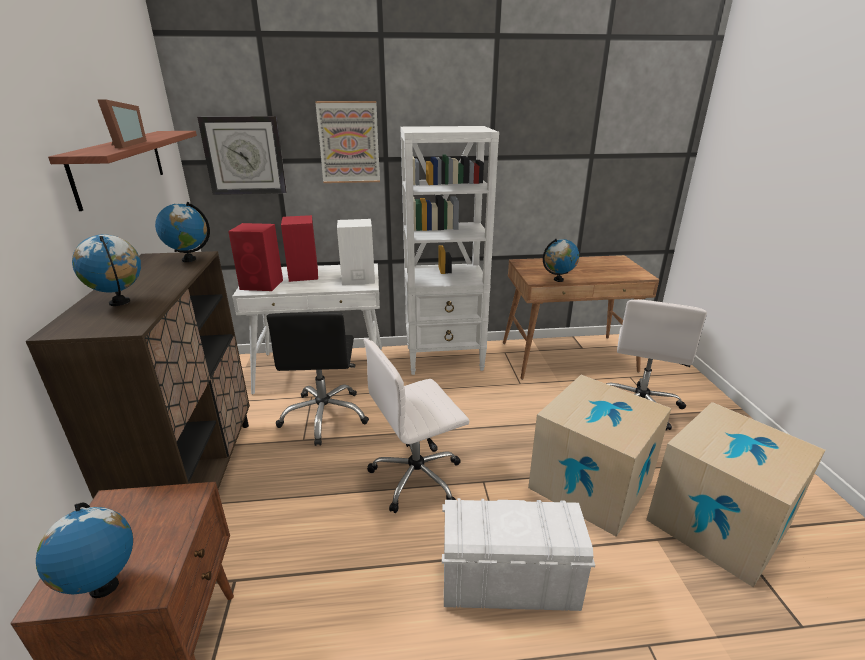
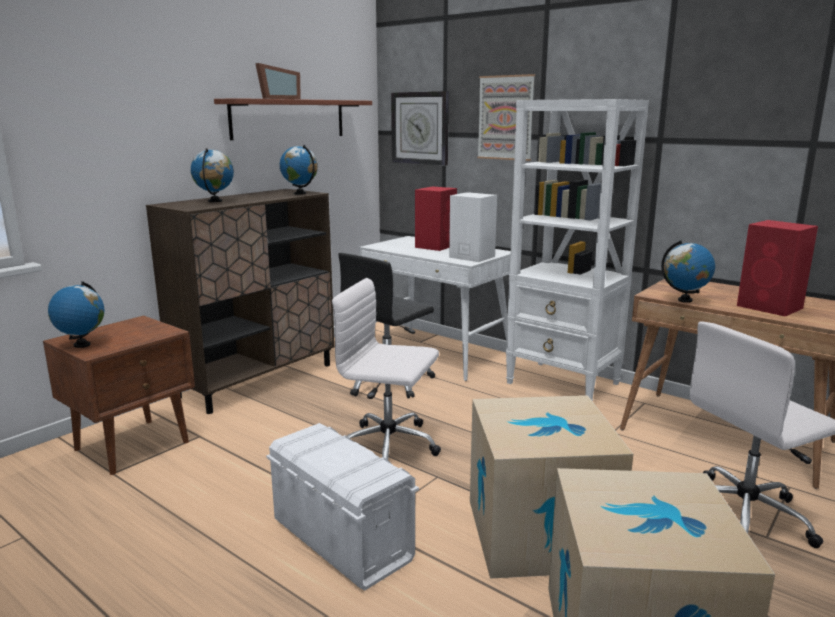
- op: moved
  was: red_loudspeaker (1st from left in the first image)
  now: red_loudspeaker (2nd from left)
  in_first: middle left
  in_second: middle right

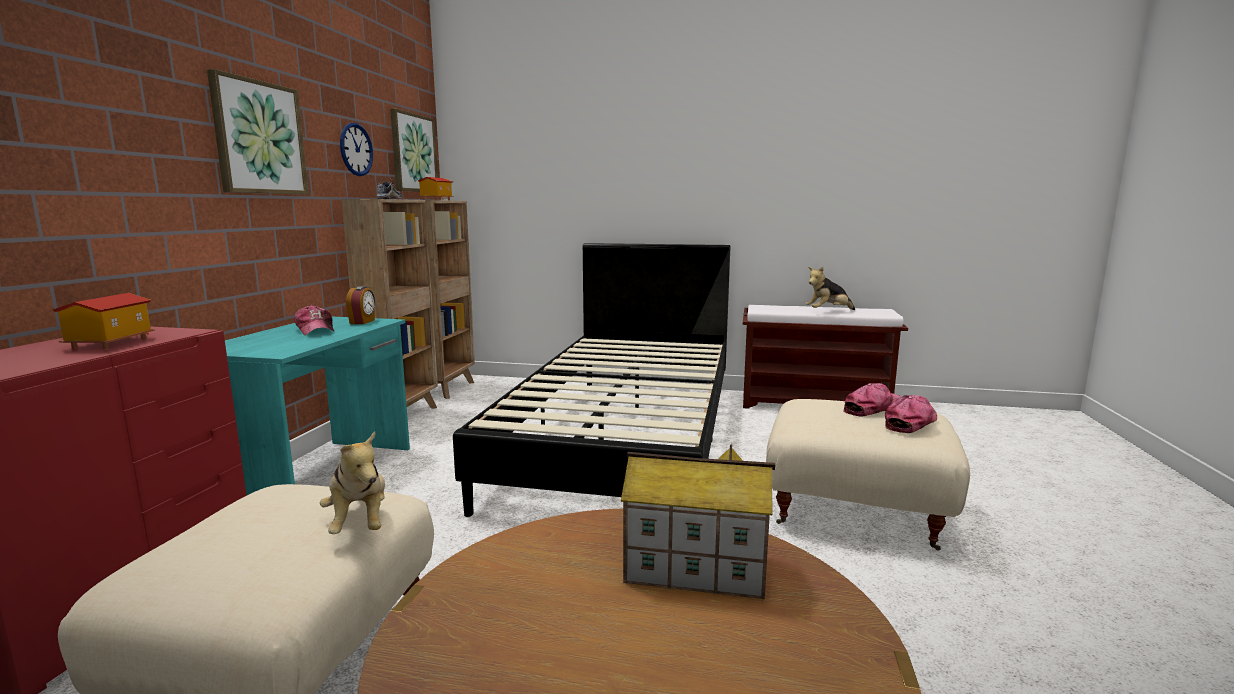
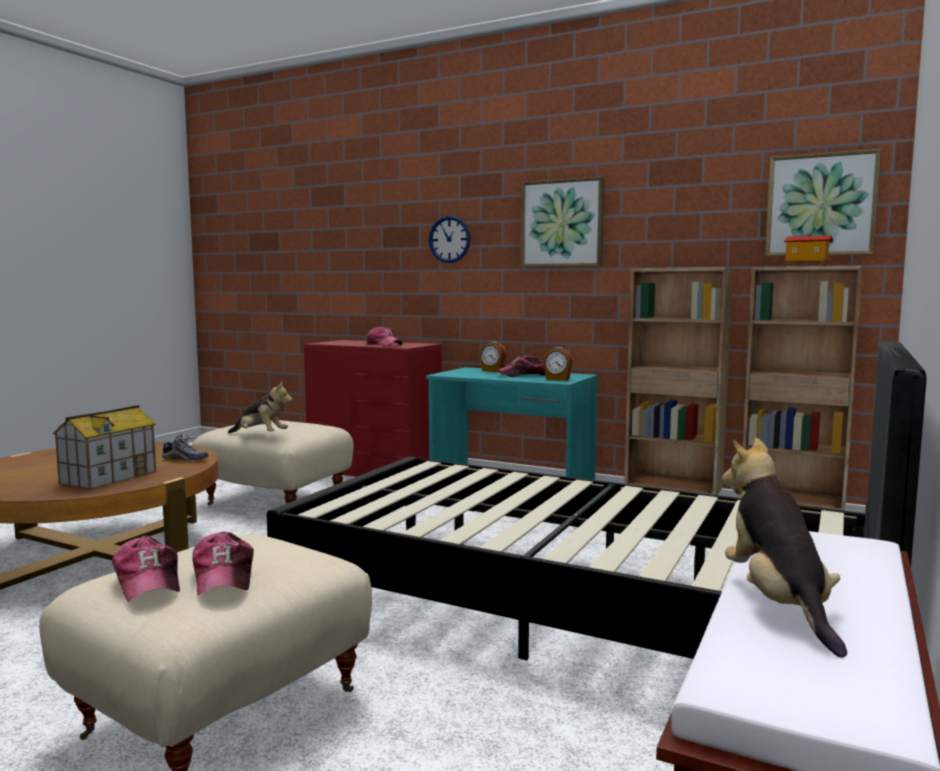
- op: added
  now: alarm_clock (1st from left)
  in_second: centre
- op: moved
  was: clock_on_the_wall
  in_first: top left
  in_second: top centre
- op: moved
  was: item_of_footwear
  in_first: top left
  in_second: middle left
- op: replaced
  was: model_house (1st from left)
  now: baseball_cap (3rd from left)
  in_first: middle left
  in_second: centre
- op: turned
  was: soft_toy (1st from left)
  in_first: bottom left
  in_second: middle left
  clockwise: -150

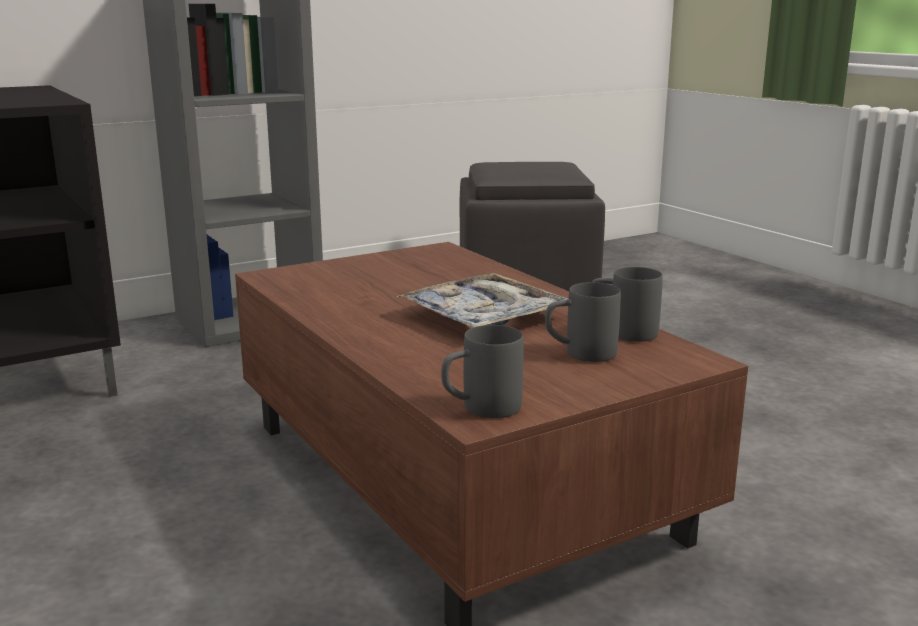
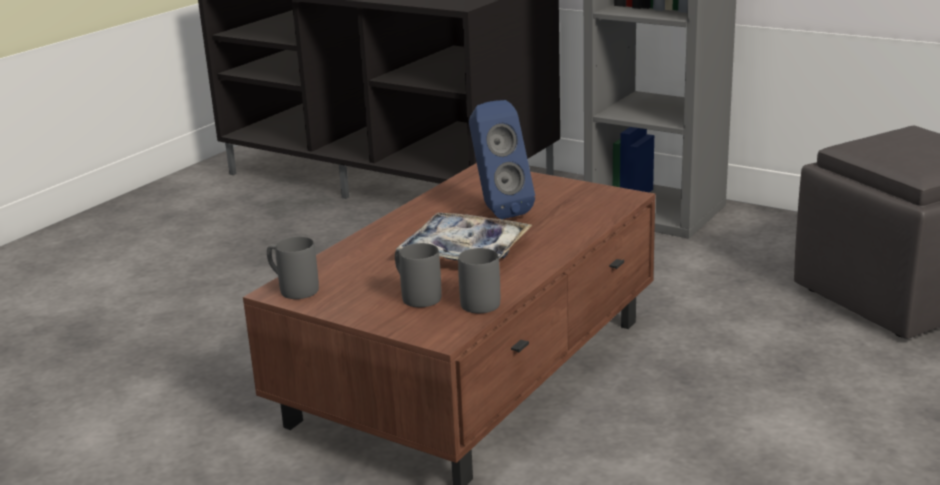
- op: added
  now: blue-coloured_loudspeaker
  in_second: top centre

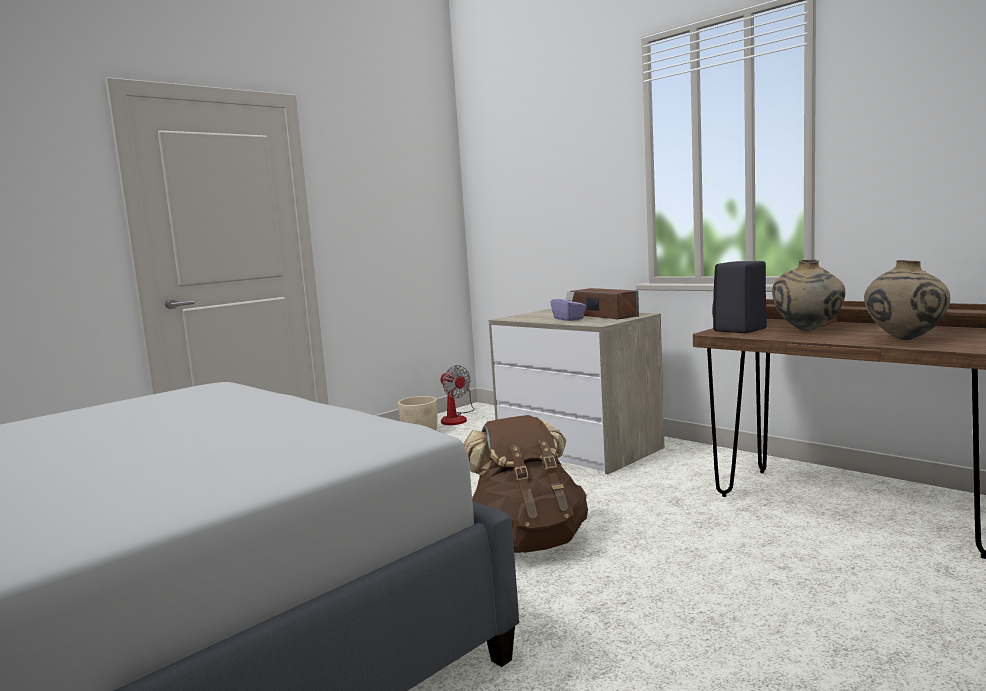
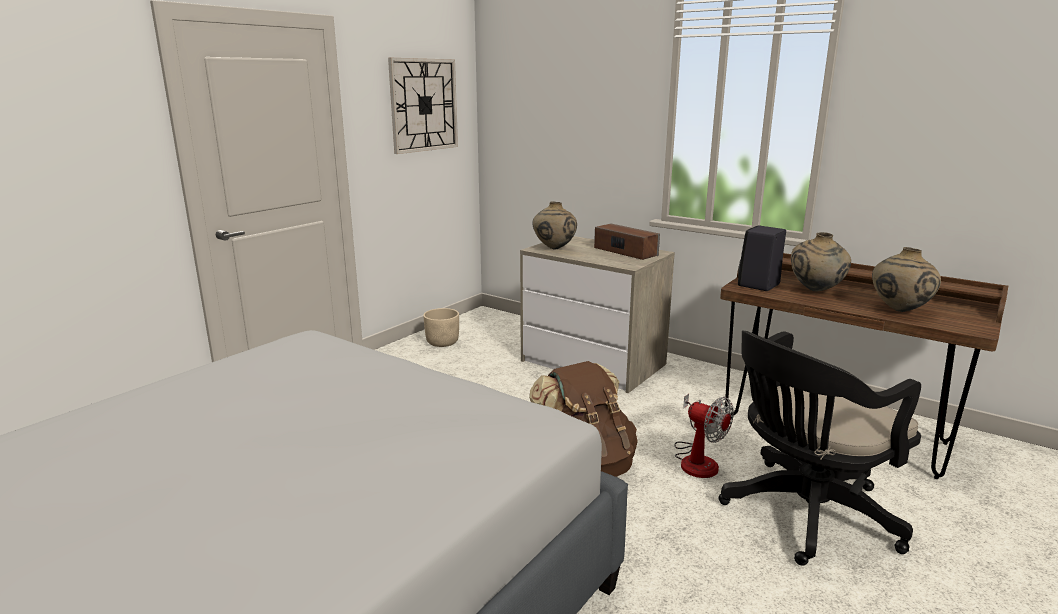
- op: removed
  was: purple-coloured_tissue_holder
  in_first: centre
- op: added
  now: clock_on_the_wall
  in_second: top centre
- op: added
  now: beige-coloured_vase (1st from left)
  in_second: centre
- op: added
  now: black-coloured_computer_chair
  in_second: bottom right
- op: moved
  was: fan
  in_first: centre
  in_second: bottom centre

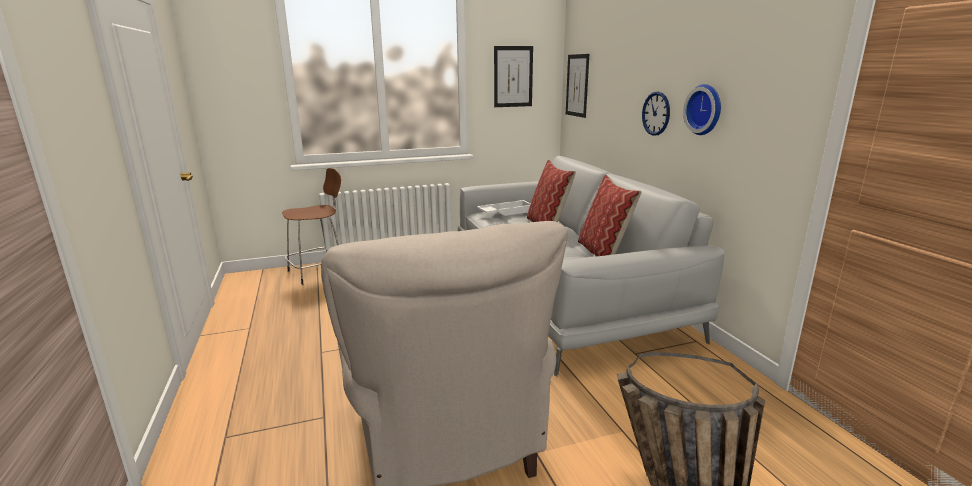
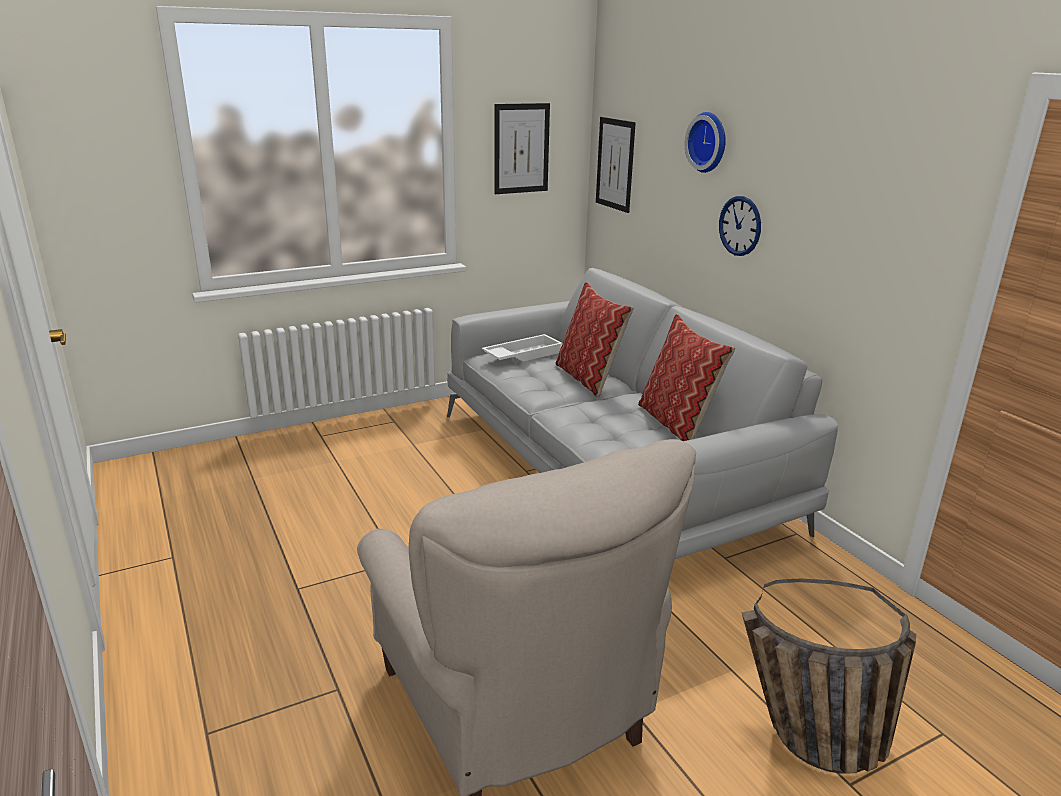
- op: removed
  was: brown-coloured_stool
  in_first: middle left
- op: moved
  was: clock_on_the_wall (2nd from left in the first image)
  now: clock_on_the_wall (1st from left)
  in_first: top right
  in_second: top centre

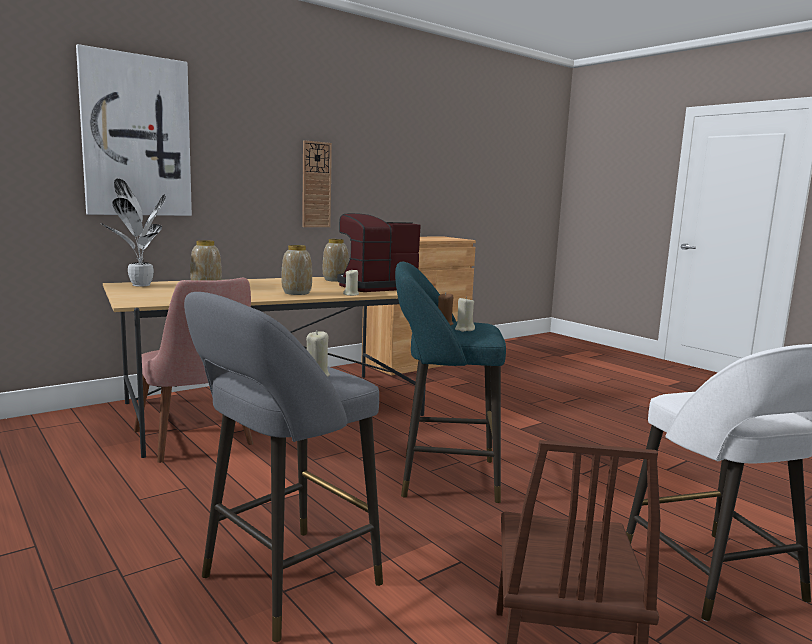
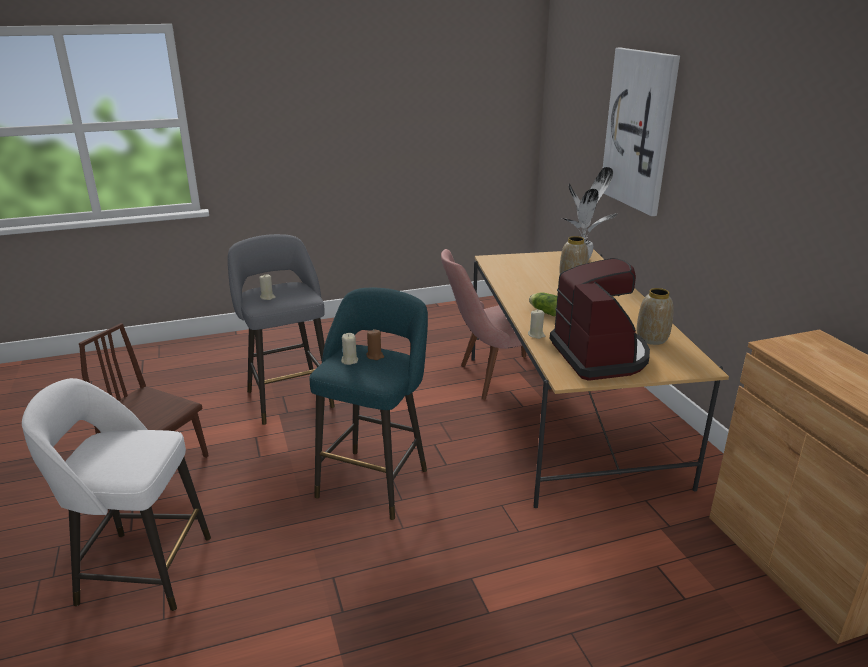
- op: removed
  was: clock_on_the_wall
  in_first: top centre
- op: replaced
  was: vase (2nd from left)
  now: lettuce
  in_first: centre
  in_second: centre

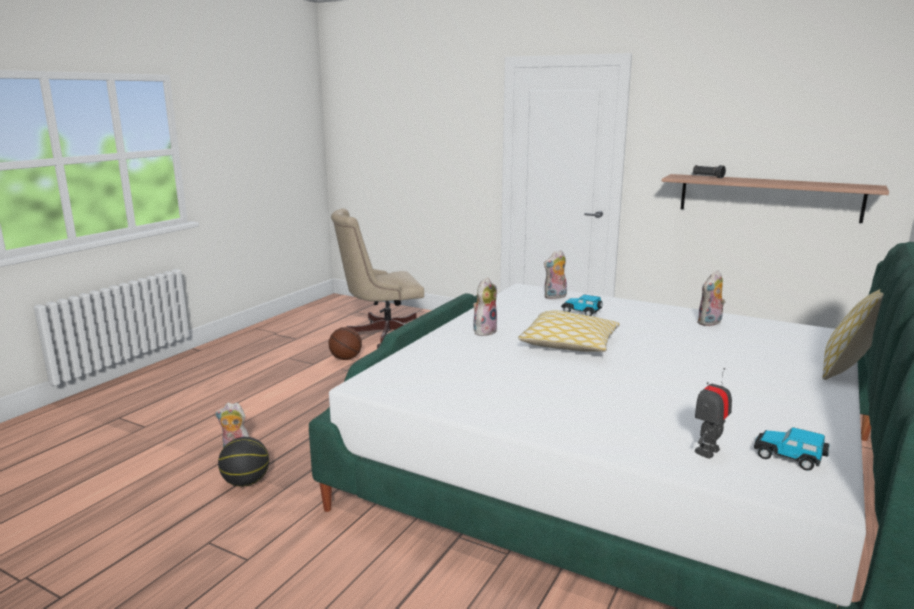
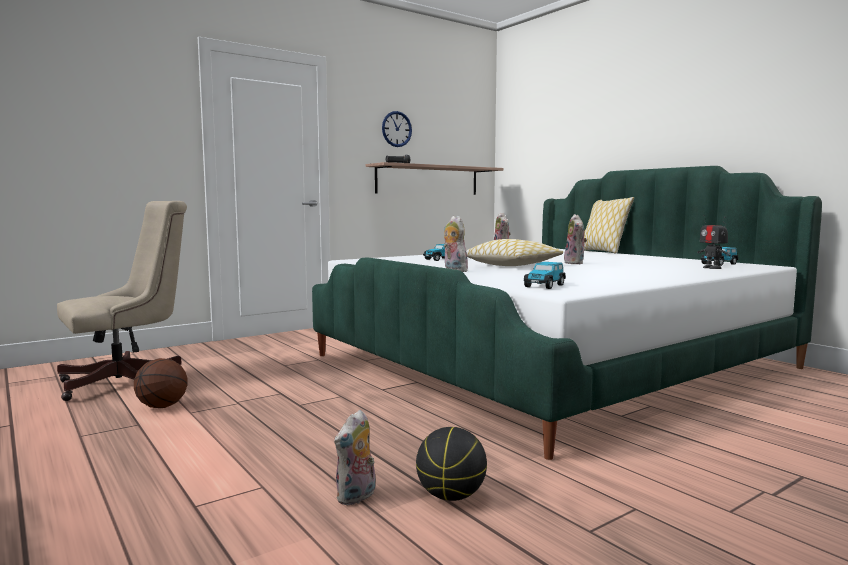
- op: added
  now: clock_on_the_wall
  in_second: top centre
- op: added
  now: miniature_car (2nd from left)
  in_second: centre
- op: moved
  was: soft_toy (3rd from left in the first image)
  now: soft_toy (4th from left)
  in_first: centre
  in_second: middle right
- op: turned
  was: beige-coloured_computer_chair
  in_first: centre
  in_second: middle left
  clockwise: -135

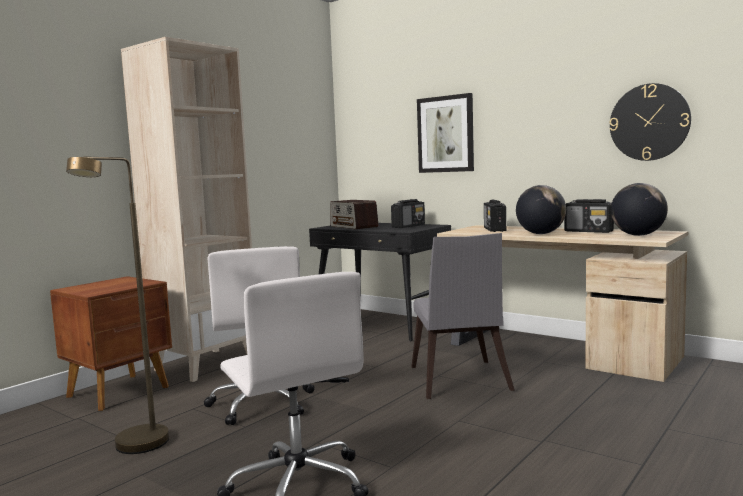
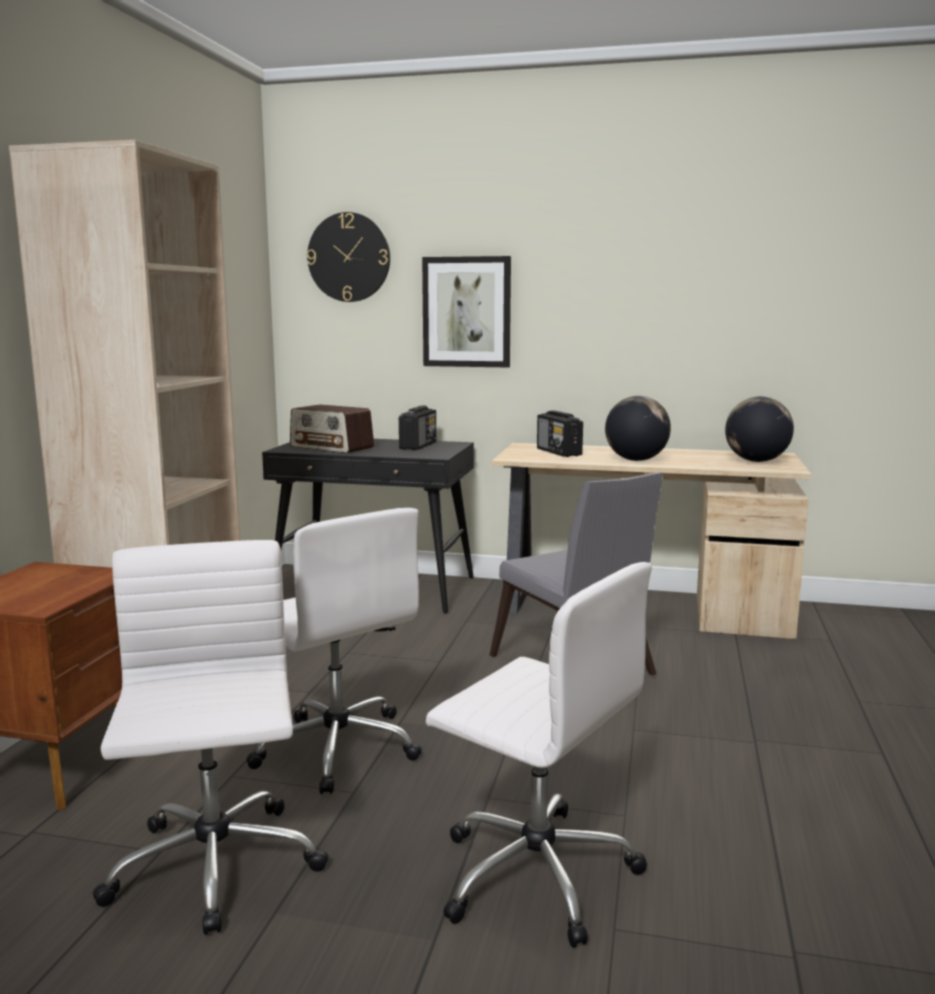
- op: removed
  was: radio_receiver (4th from left)
  in_first: middle right
- op: moved
  was: clock_on_the_wall
  in_first: top right
  in_second: top centre
- op: replaced
  was: brown-coloured_floor_lamp
  now: white-coloured_computer_chair (1st from left)
  in_first: middle left
  in_second: bottom left

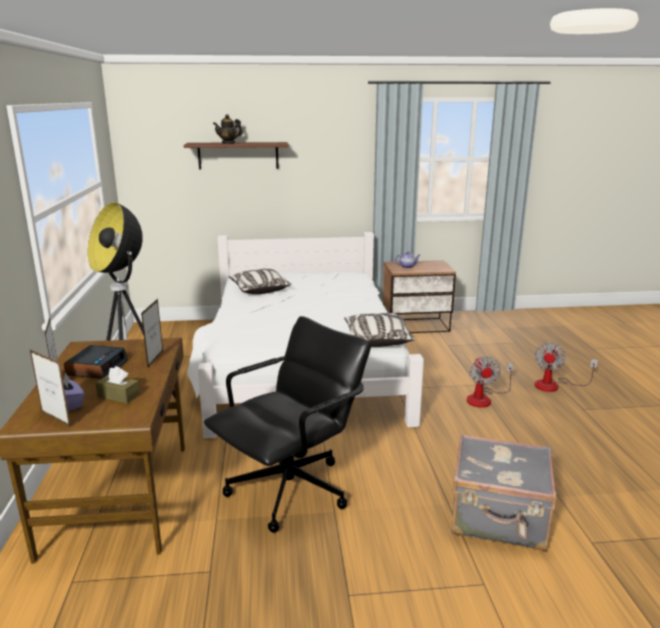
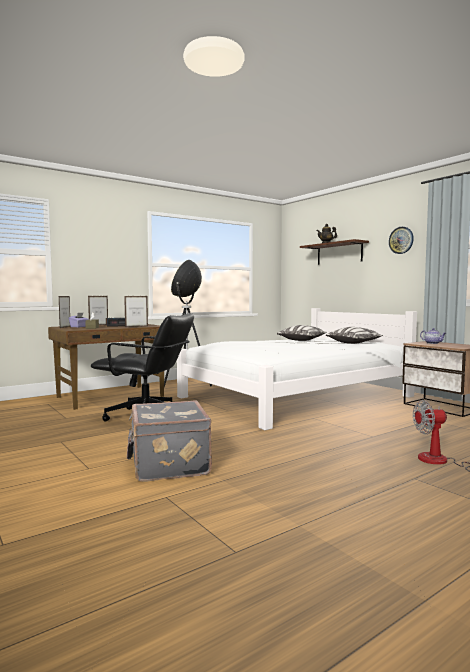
- op: removed
  was: fan (1st from left)
  in_first: middle right
- op: added
  now: clock_on_the_wall
  in_second: middle right
- op: moved
  was: cushion (2nd from left)
  in_first: centre
  in_second: middle right

